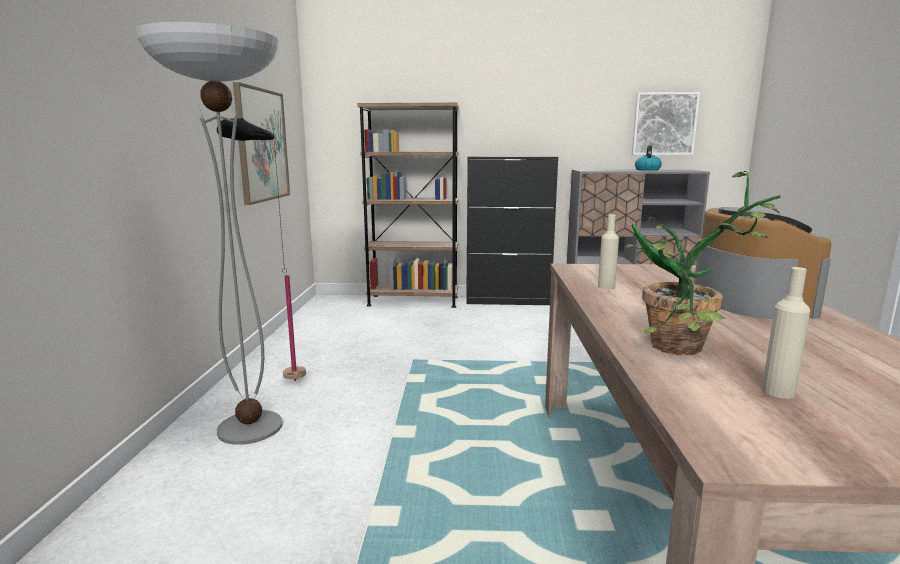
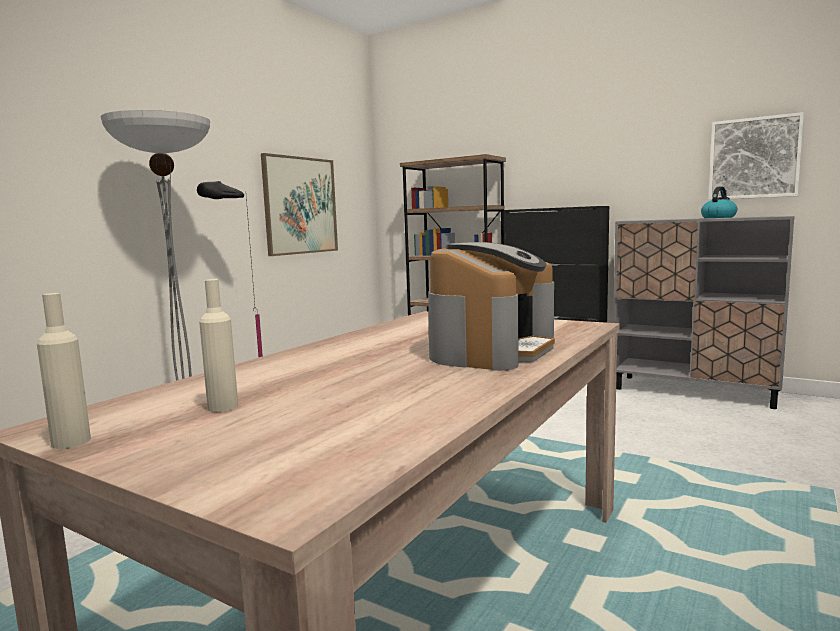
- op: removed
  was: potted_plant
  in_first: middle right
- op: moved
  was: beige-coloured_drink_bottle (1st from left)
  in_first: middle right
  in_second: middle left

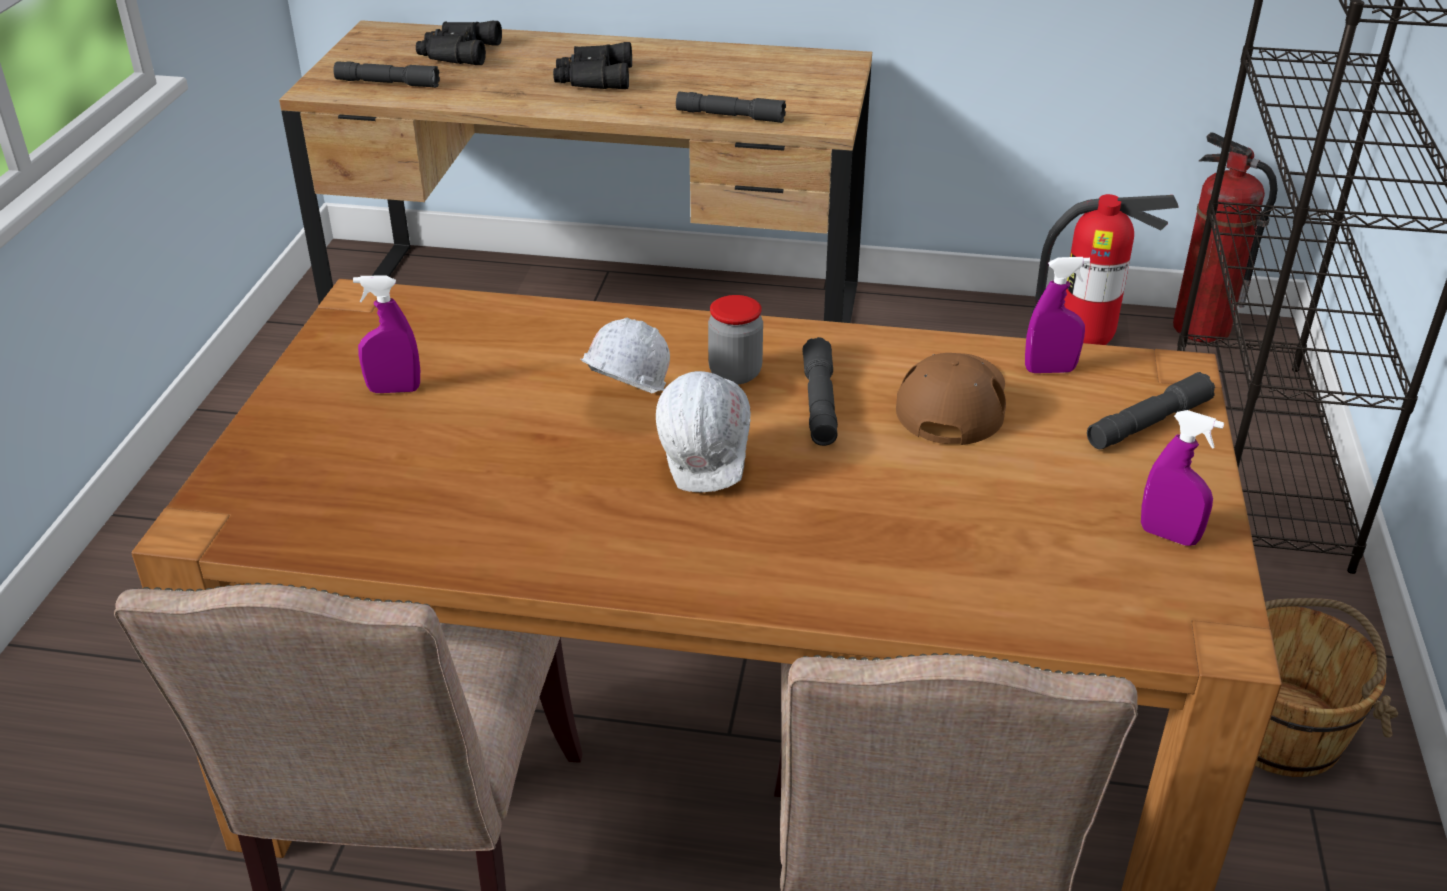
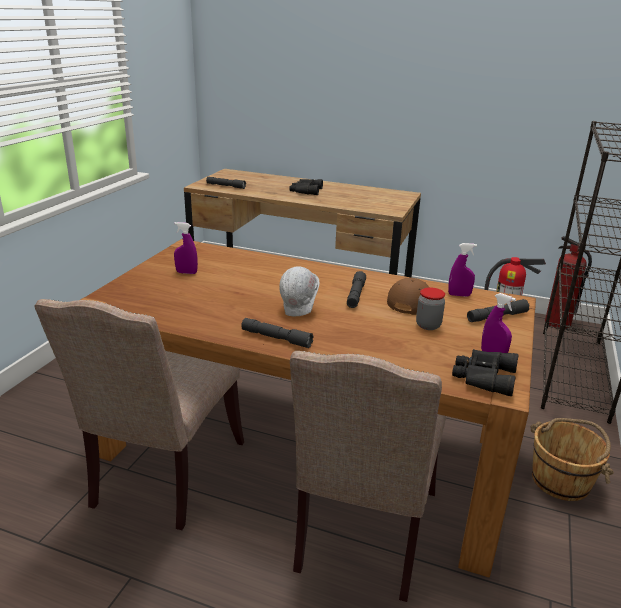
- op: removed
  was: white-coloured_work_helmet (1st from left)
  in_first: centre
- op: moved
  was: black-coloured_pair_of_binoculars (1st from left in the first image)
  now: black-coloured_pair_of_binoculars (2nd from left)
  in_first: top left
  in_second: middle right
- op: moved
  was: gray_hand_torch (2nd from left)
  in_first: top centre
  in_second: centre
- op: moved
  was: preserve_jar
  in_first: centre
  in_second: middle right

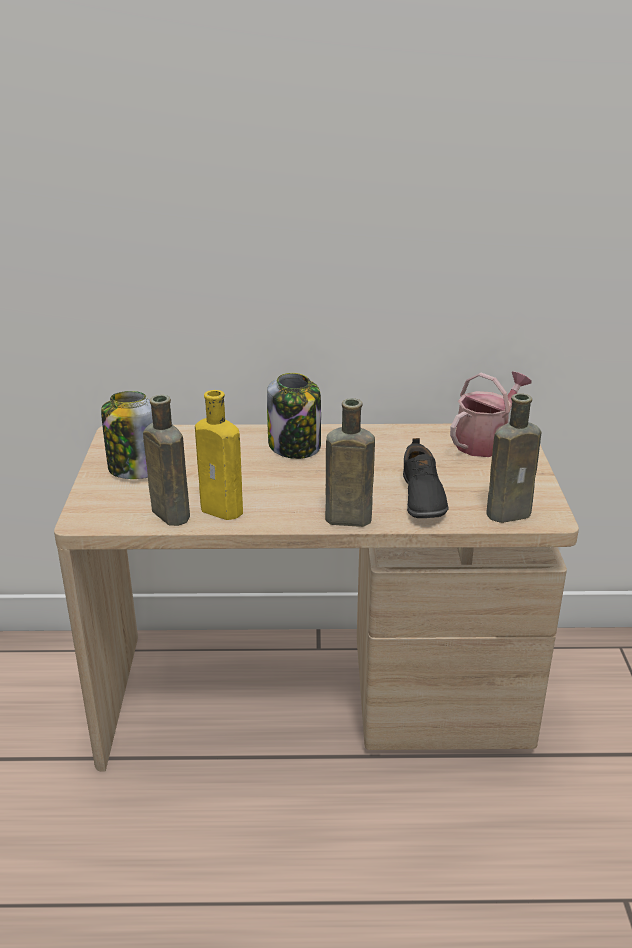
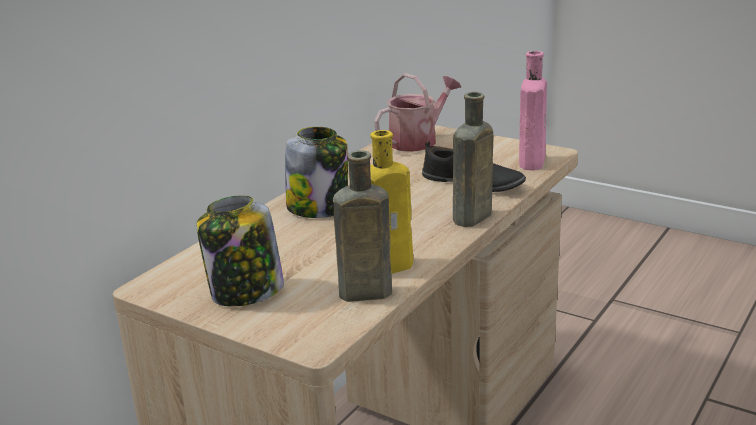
- op: recoloured
  was: brown-coloured_drink_bottle (3rd from left)
  now: pink-coloured_drink_bottle
  in_first: middle right
  in_second: top right
- op: turned
  was: watering_can
  in_first: middle right
  in_second: top centre
  clockwise: 60

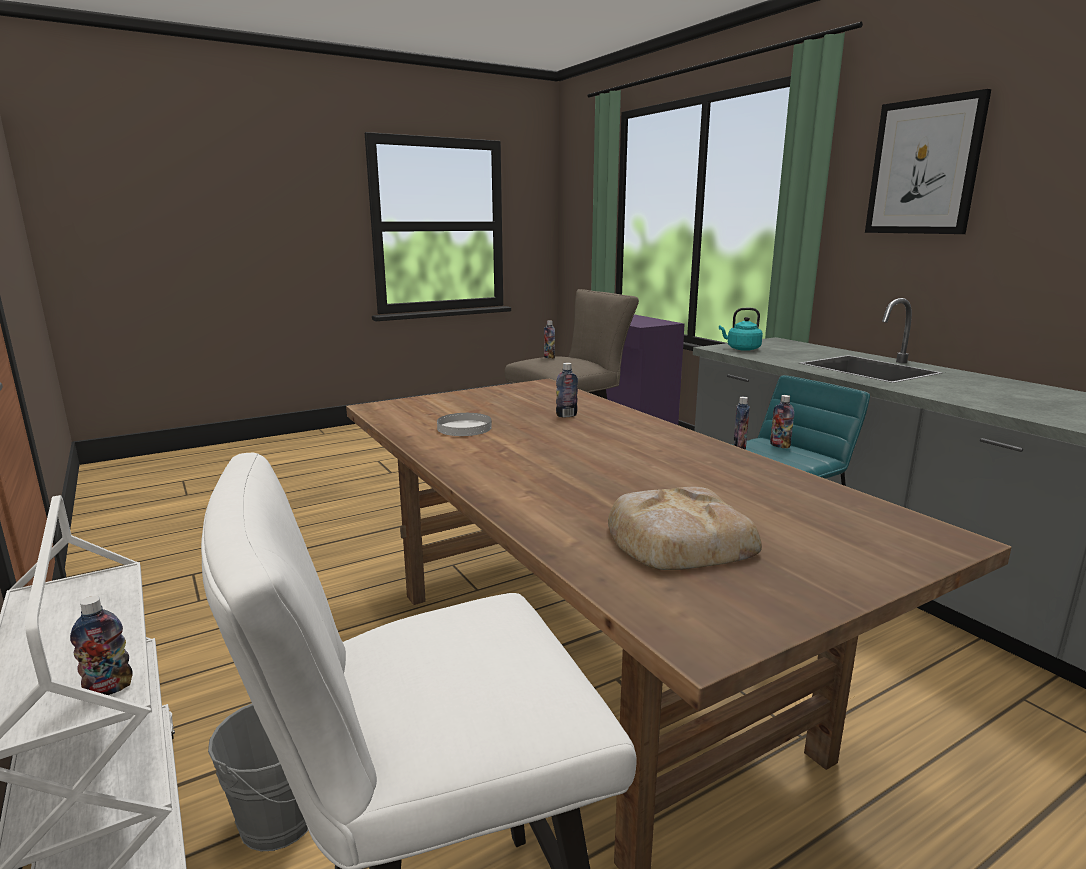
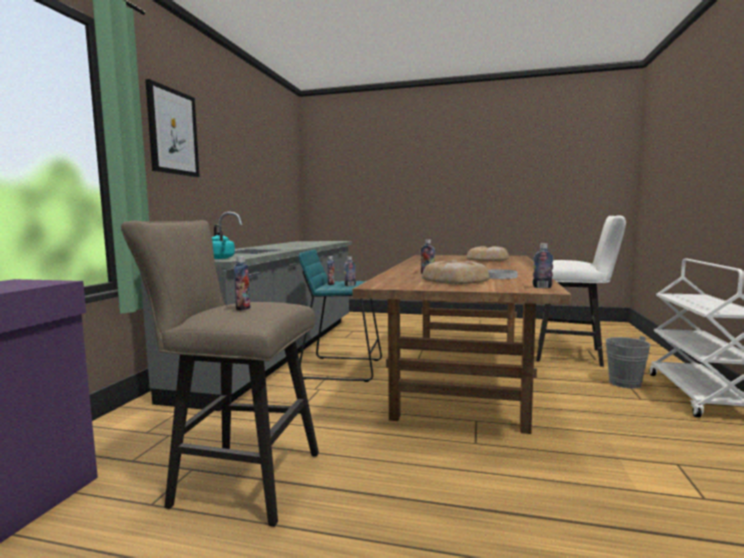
- op: added
  now: bakery_bread (1st from left)
  in_second: centre
- op: moved
  was: drink_bottle (1st from left in the first image)
  now: drink_bottle (5th from left)
  in_first: bottom left
  in_second: middle right

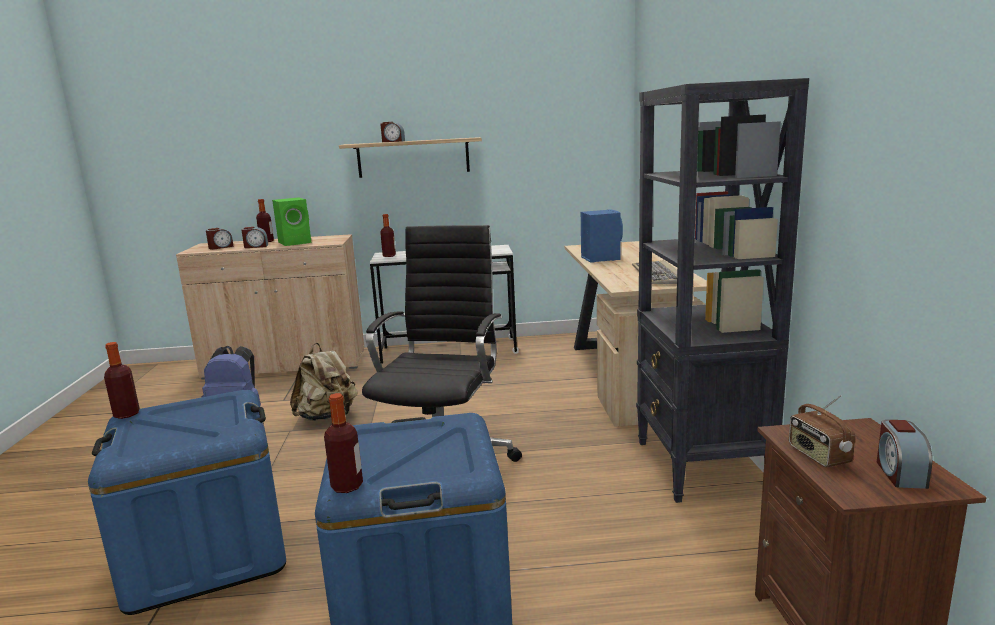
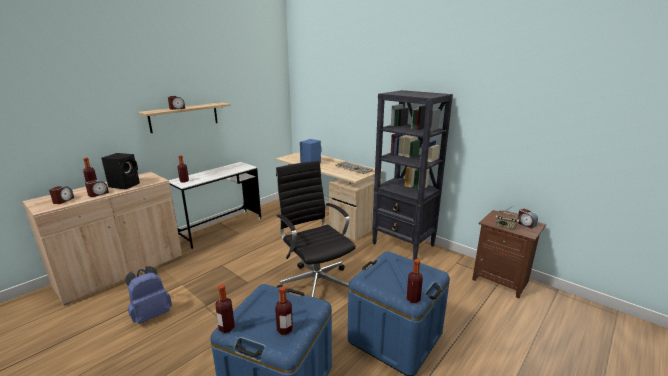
- op: removed
  was: beige-coloured_backpack
  in_first: middle left
- op: added
  now: drink_bottle (4th from left)
  in_second: bottom centre
- op: recoloured
  was: green-coloured_loudspeaker
  now: black-coloured_loudspeaker
  in_first: middle left
  in_second: middle left

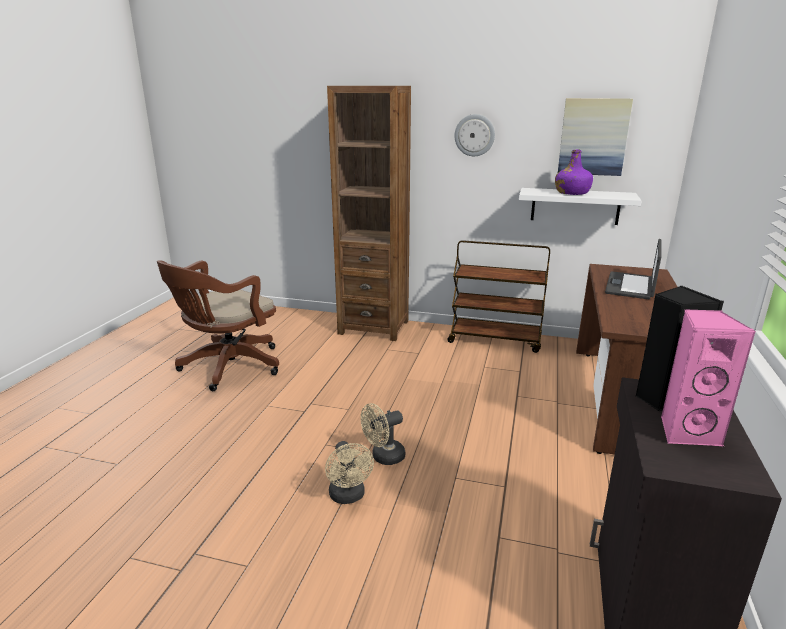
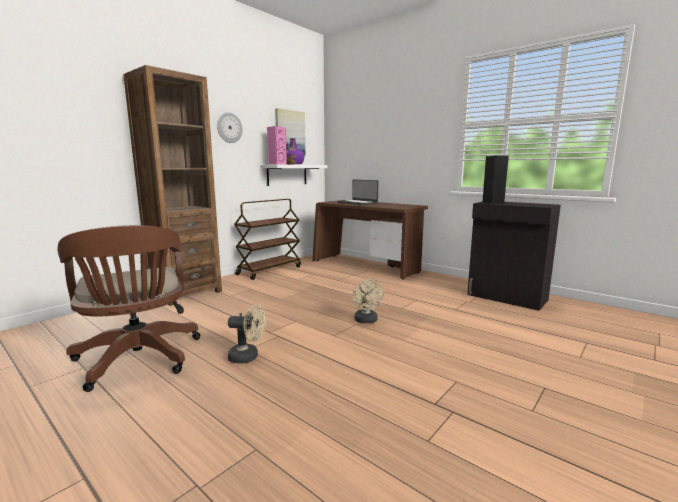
- op: moved
  was: beige-coloured_fan (1st from left)
  in_first: bottom centre
  in_second: centre
- op: moved
  was: pink-coloured_loudspeaker
  in_first: middle right
  in_second: top centre

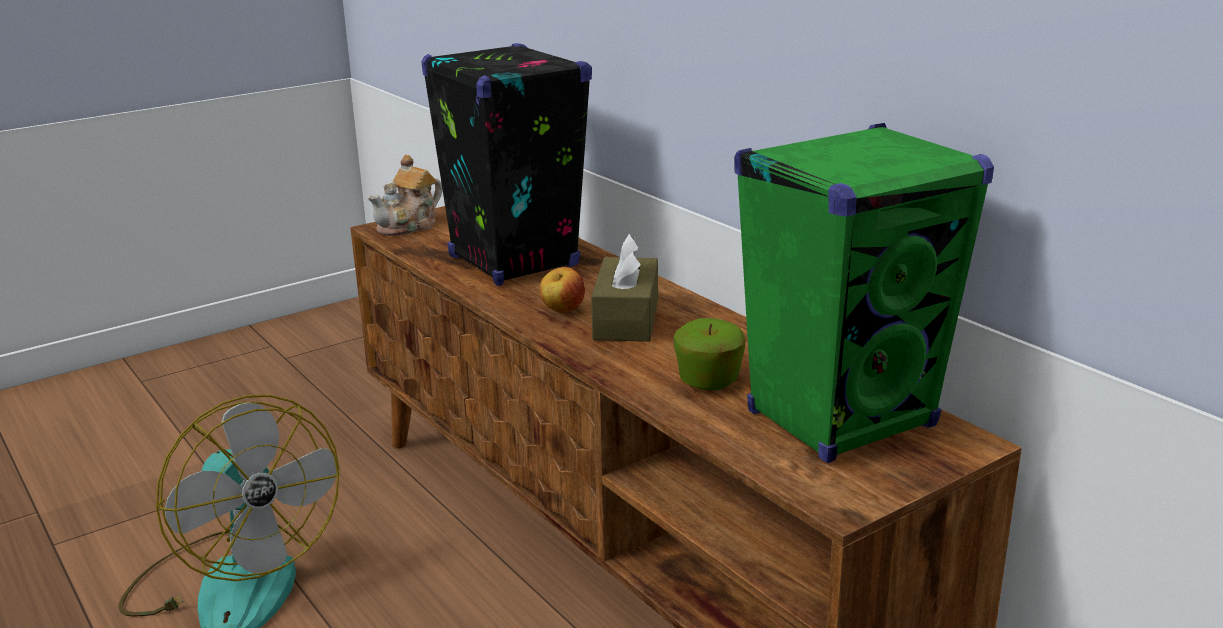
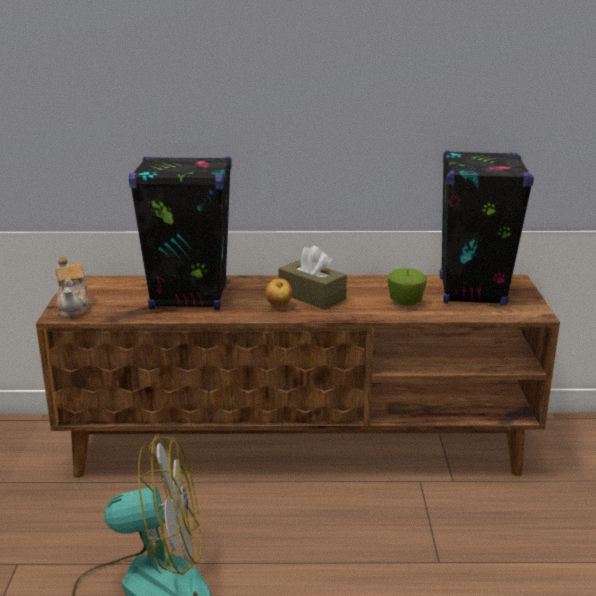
- op: recoloured
  was: green-coloured_loudspeaker
  now: black-coloured_loudspeaker (2nd from left)
  in_first: middle right
  in_second: middle right

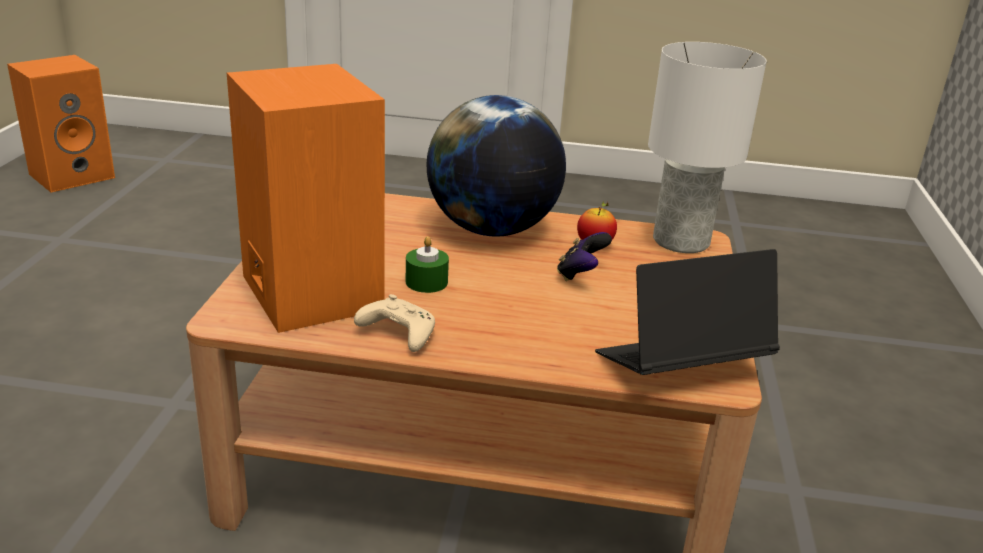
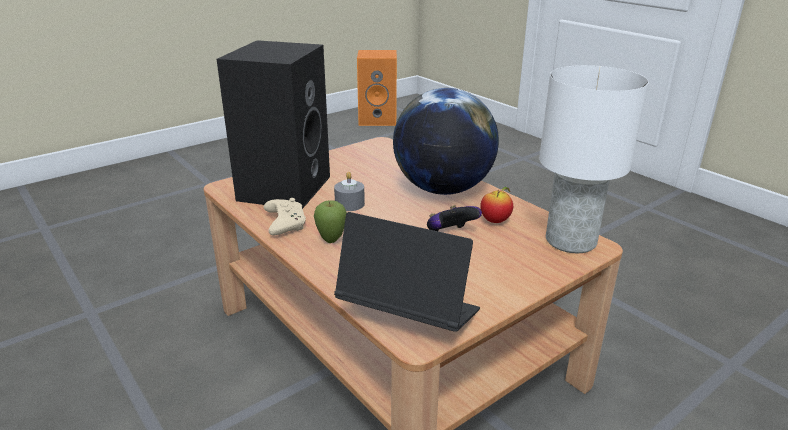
- op: added
  now: apple (1st from left)
  in_second: centre
- op: recoloured
  was: orange_loudspeaker (2nd from left)
  now: black-coloured_loudspeaker
  in_first: middle left
  in_second: top centre
- op: recoloured
  was: green-coloured_wax_light
  now: gray_wax_light
  in_first: centre
  in_second: centre

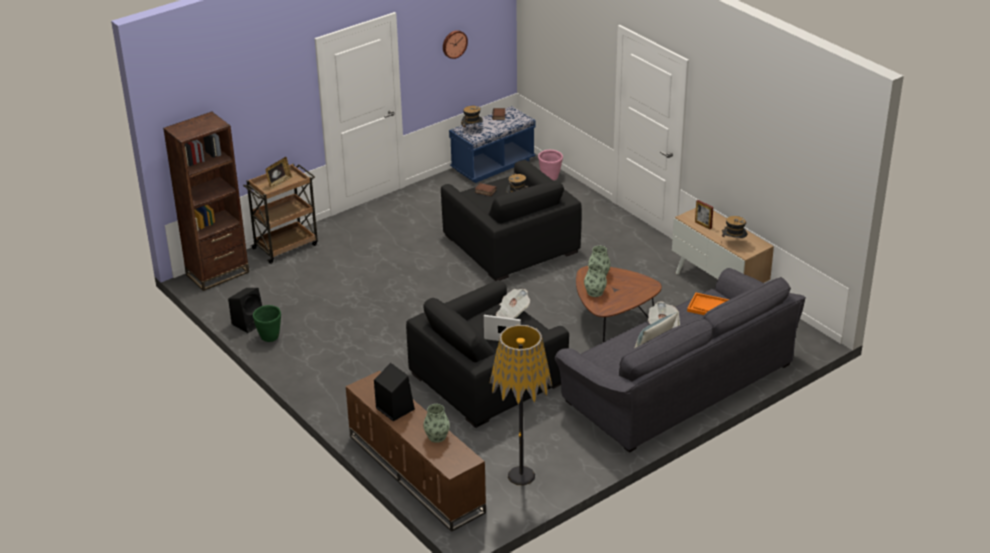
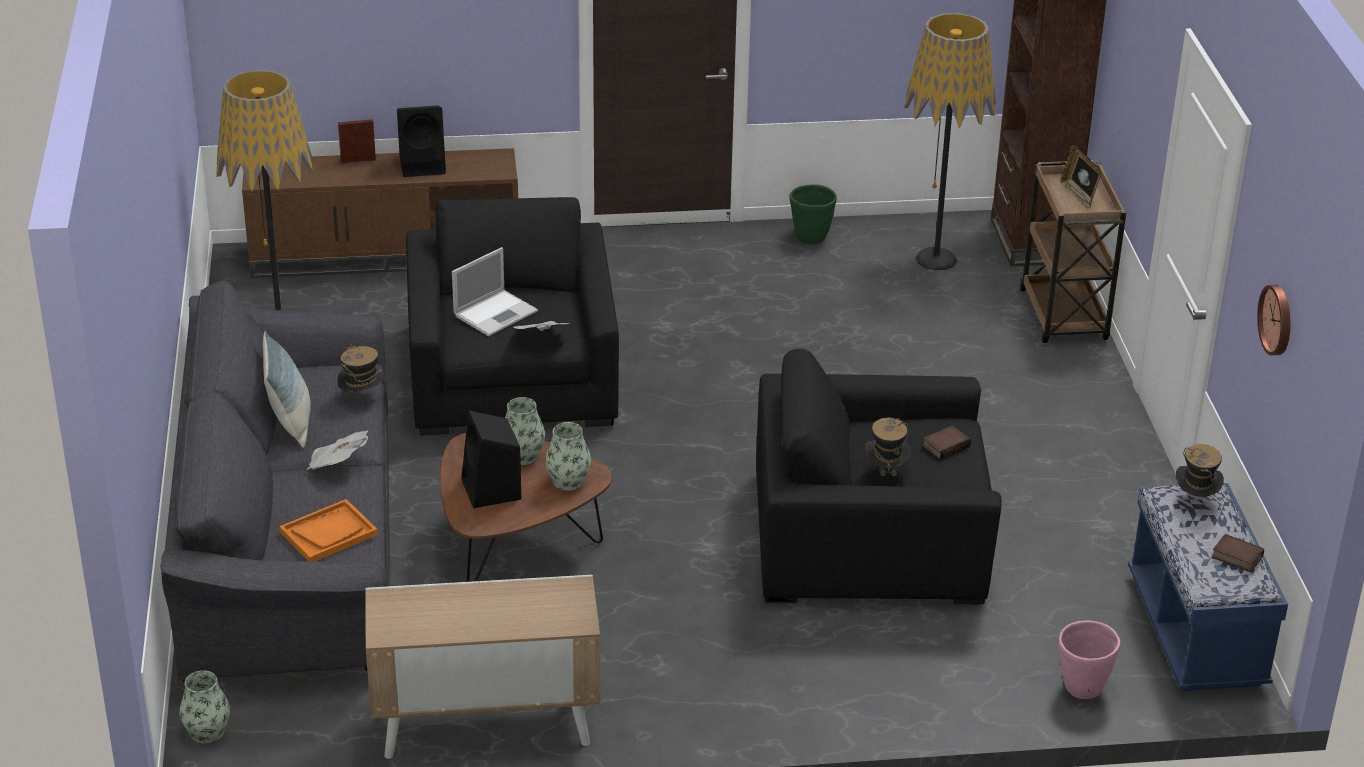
- op: added
  now: floor_lamp (2nd from left)
  in_second: top right
- op: moved
  was: black-coloured_loudspeaker (1st from left in the first image)
  now: black-coloured_loudspeaker (2nd from left)
  in_first: middle left
  in_second: centre
- op: moved
  was: vase (1st from left)
  in_first: bottom centre
  in_second: bottom left
- op: moved
  was: photo_frame (2nd from left in the first image)
  now: photo_frame (1st from left)
  in_first: middle right
  in_second: top left
- op: moved
  was: clothing_hat (3rd from left in the first image)
  now: clothing_hat (1st from left)
  in_first: middle right
  in_second: middle left

